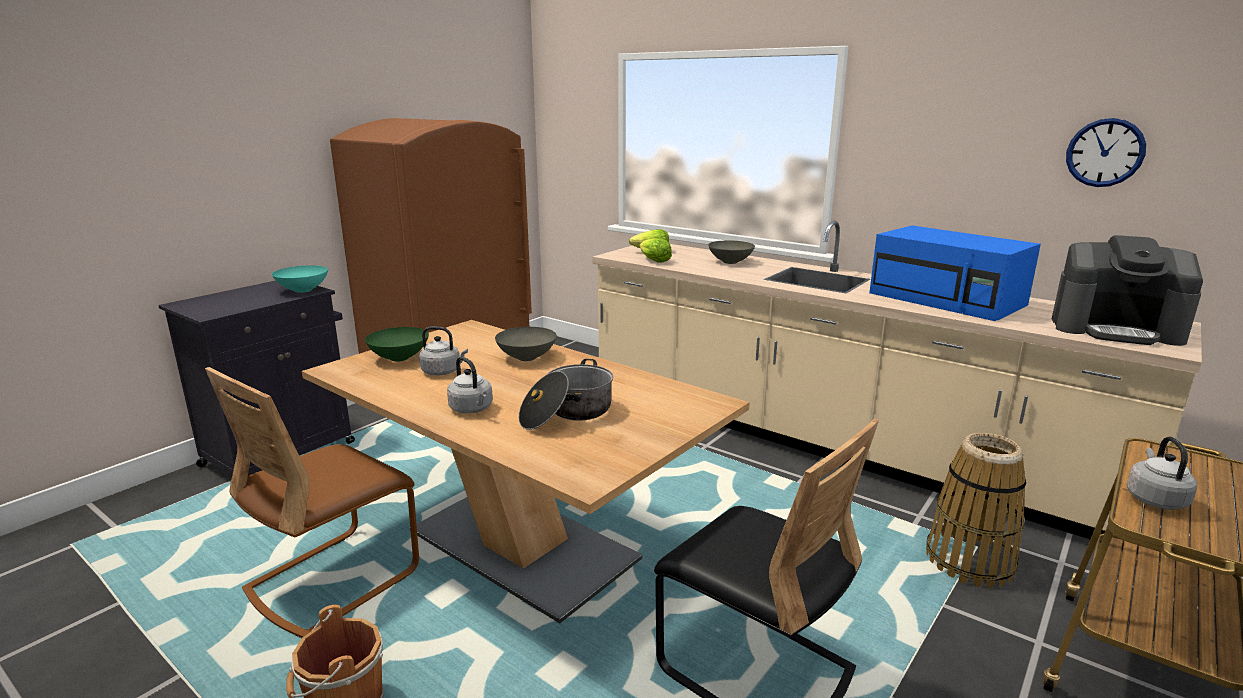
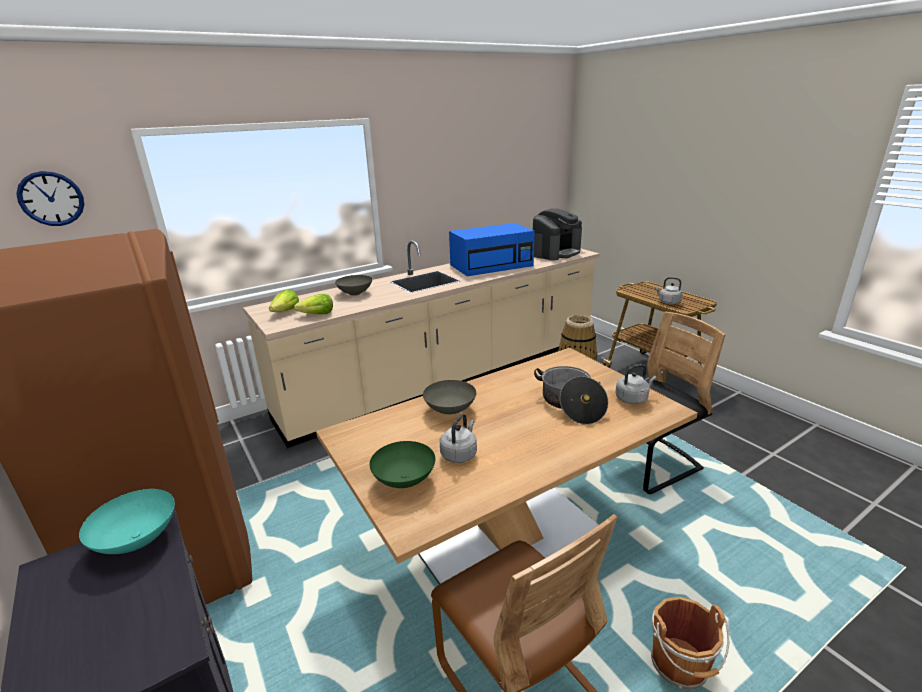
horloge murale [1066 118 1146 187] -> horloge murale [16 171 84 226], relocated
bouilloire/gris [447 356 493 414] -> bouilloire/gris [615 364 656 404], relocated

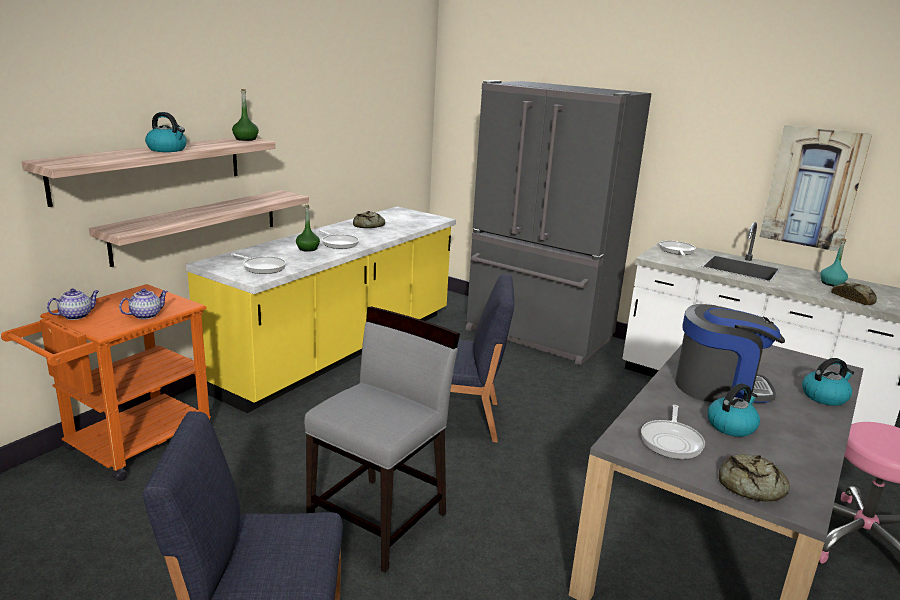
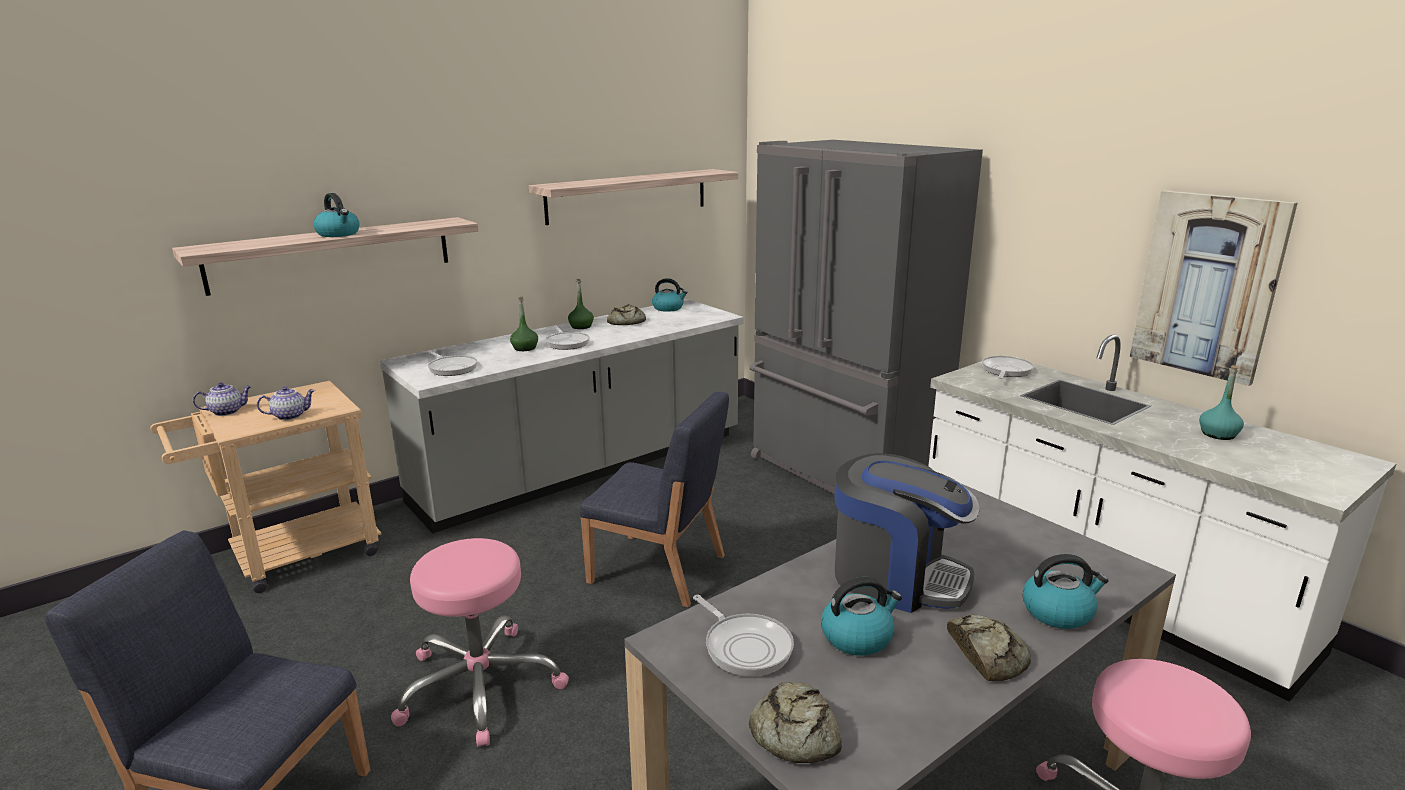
chariot/orange [1 284 211 481] -> chariot/beige [151 381 381 593]
comptoir de cuisine/jaune [186 207 456 413] -> comptoir de cuisine/gris [379 299 743 533]
chaise/gris [304 306 460 573] -> tabouret/rose [391 538 569 747]
étagère [89 190 309 267] -> étagère [529 169 738 225], relocated
bouteille/vert [232 89 259 141] -> bouteille/vert [568 279 594 329], relocated
none -> bouilloire [652 278 688 312]
poêle [641 405 705 459] -> poêle [693 595 794 676], 75 degrees counterclockwise
pain [831 282 877 305] -> pain [947 614 1031 681], relocated

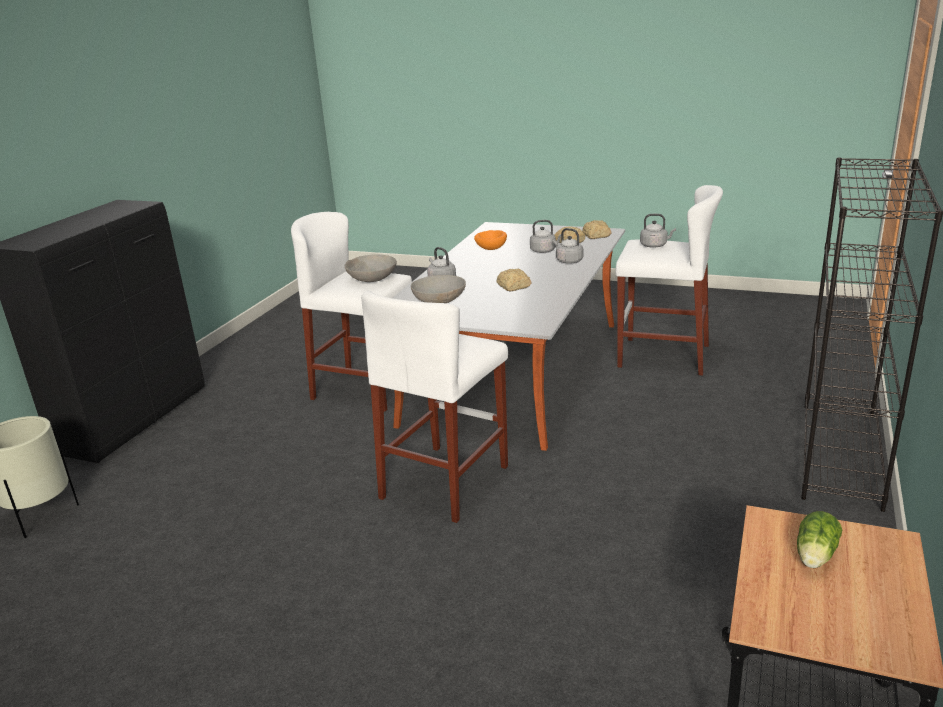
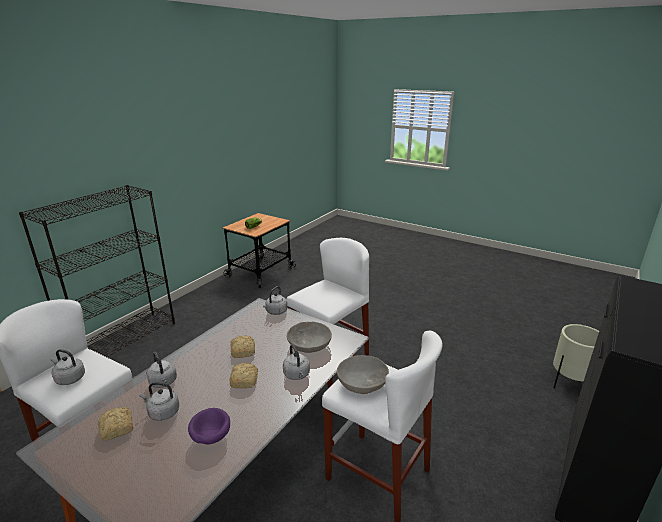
bol/orange [474 230 507 250] -> bol/violet [188 408 230 444]
pain [582 220 611 239] -> pain [229 363 258 388], relocated
none -> bouilloire/gris [263 286 287 315]

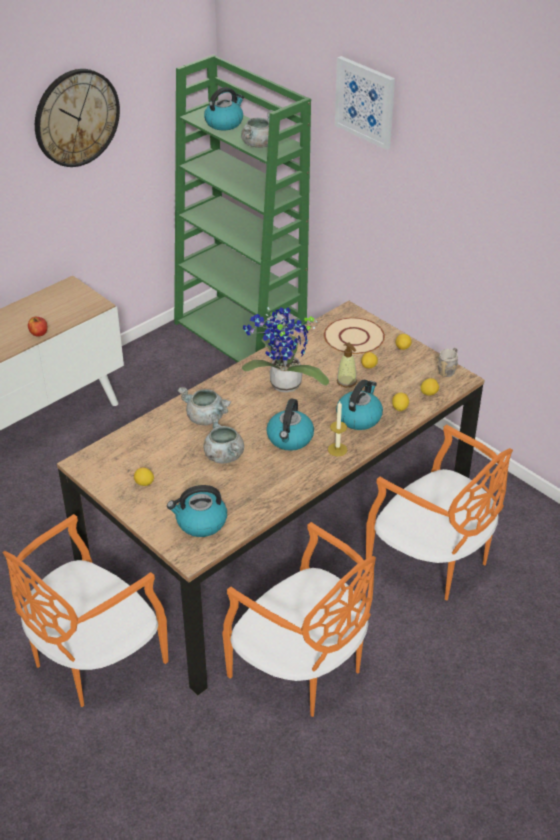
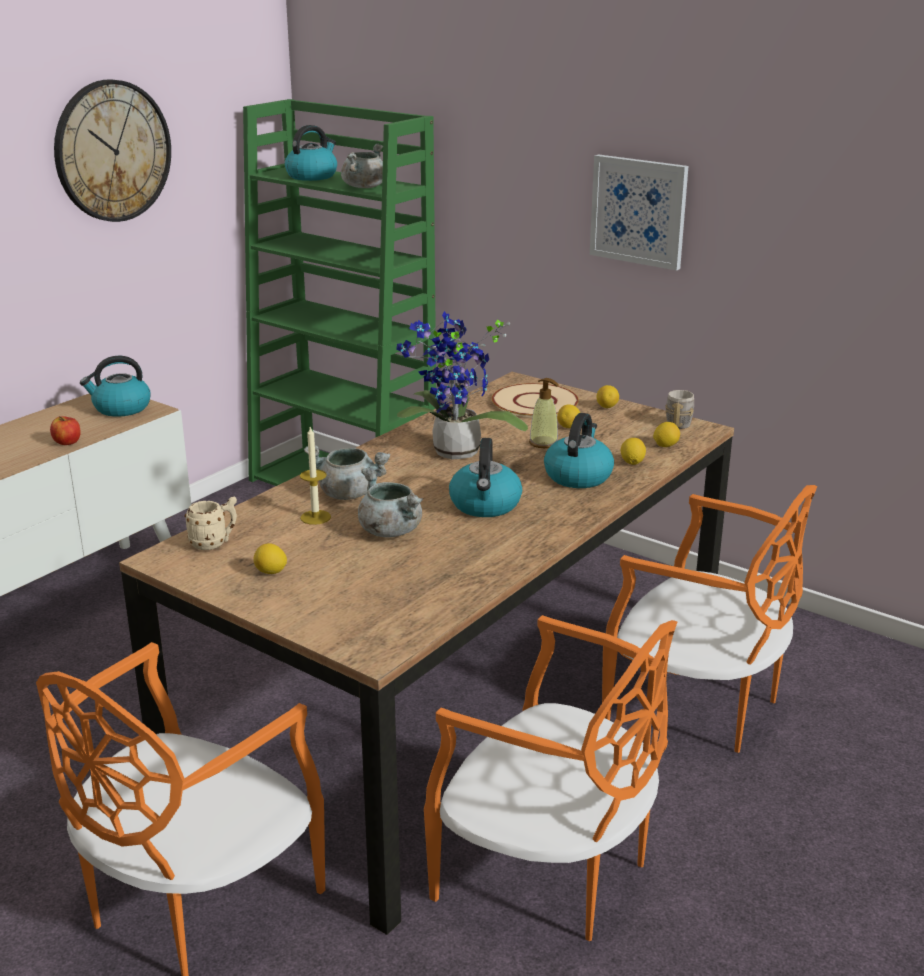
bouilloire [167 485 227 537] -> bouilloire [80 356 151 417], relocated
none -> mug/beige [185 497 237 550]
bougie [328 401 347 456] -> bougie [300 426 331 525], relocated
tableau [335 56 395 150] -> tableau [590 154 688 271], relocated

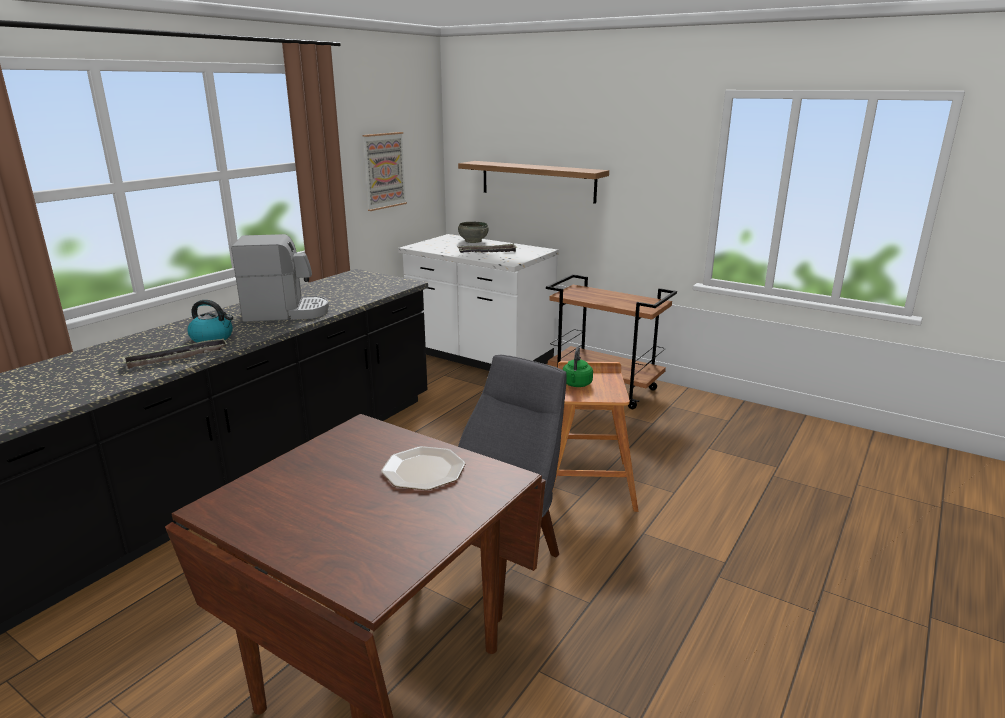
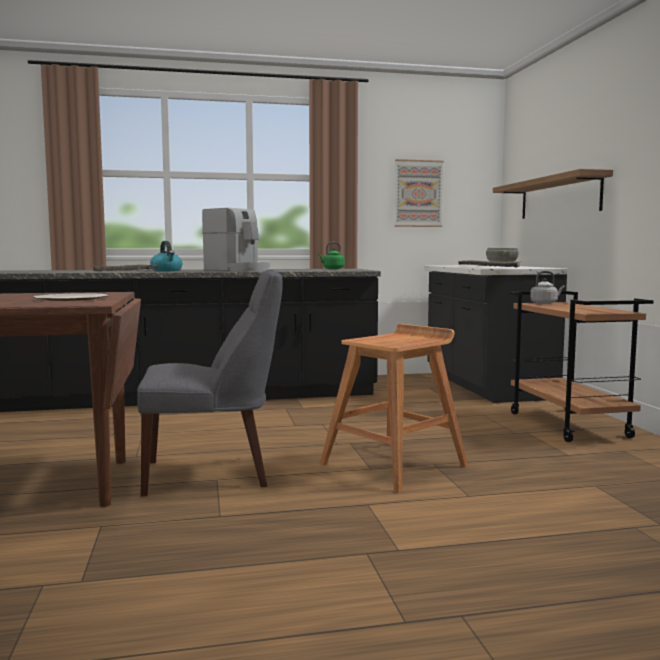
bouilloire/vert [563 347 593 387] -> bouilloire/vert [318 242 345 269], relocated
comptoir de cuisine/blanc [398 234 559 371] -> comptoir de cuisine/noir [424 265 568 403]
none -> bouilloire/gris [530 271 565 304]

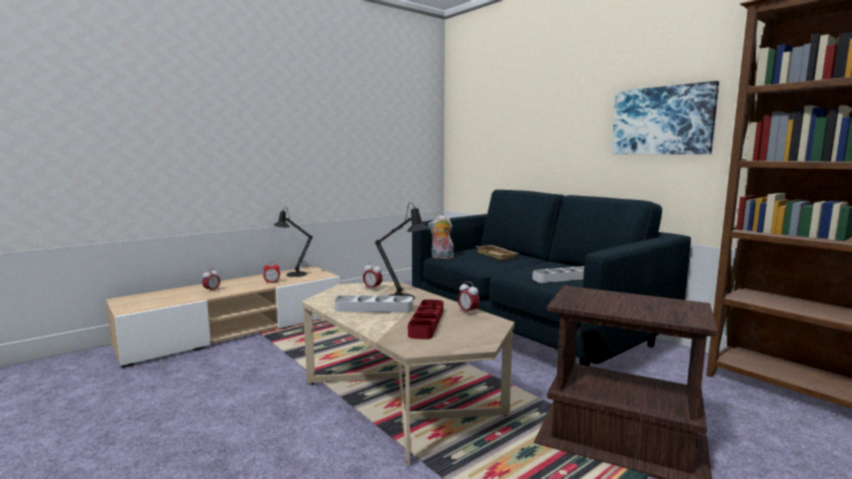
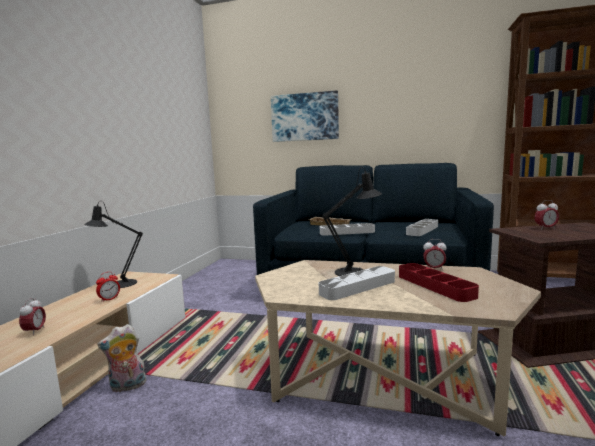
peluche [428 215 454 259] -> peluche [97 324 147 392], relocated
tableau [611 81 719 154] -> tableau [271 90 339 142], relocated
none -> plateau/gris [320 223 375 236]
réveil [363 262 383 291] -> réveil [534 200 559 230], relocated

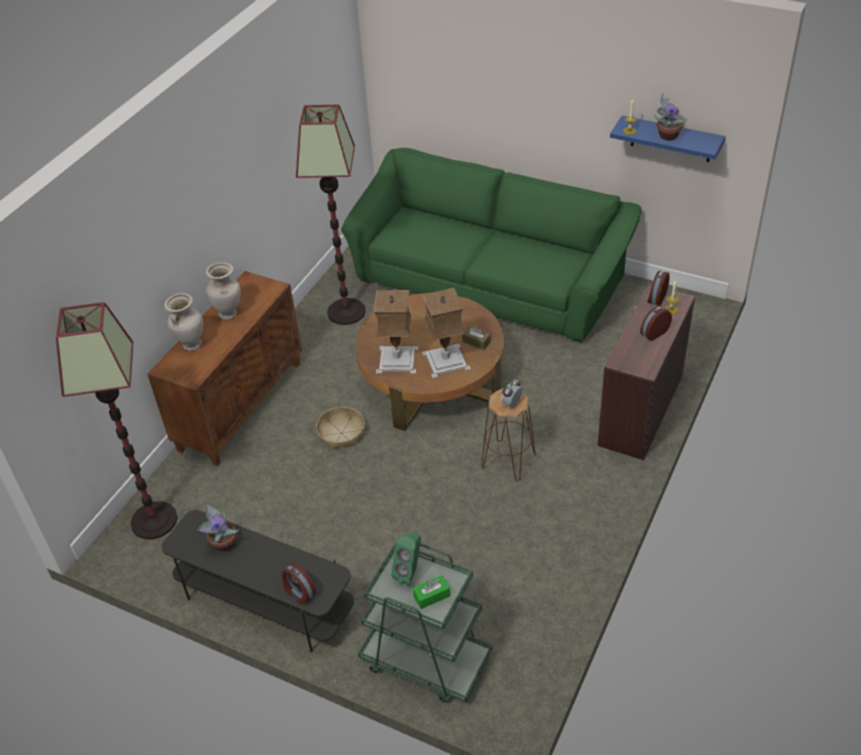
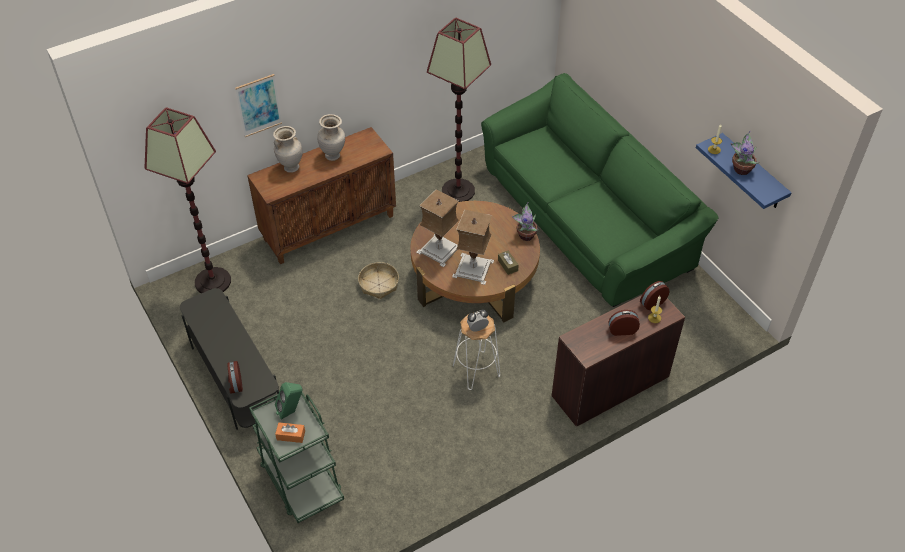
none -> tableau [235 74 282 137]
boîte à mouchoirs/vert [413 575 450 609] -> boîte à mouchoirs/orange [275 422 305 443]
tabouret/marron [481 388 536 482] -> tabouret/blanc [453 312 500 390]
plante en pot [197 501 239 551] -> plante en pot [512 202 539 241], relocated

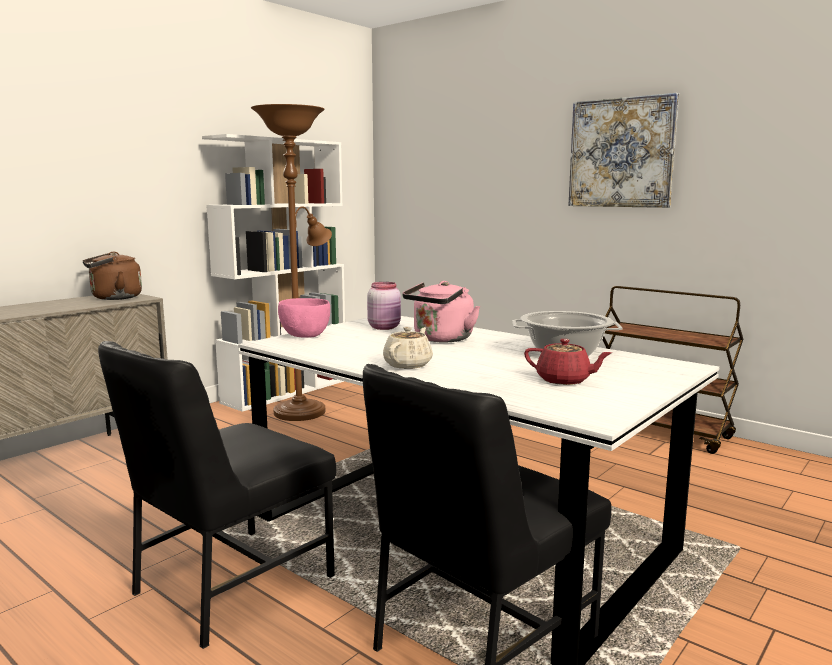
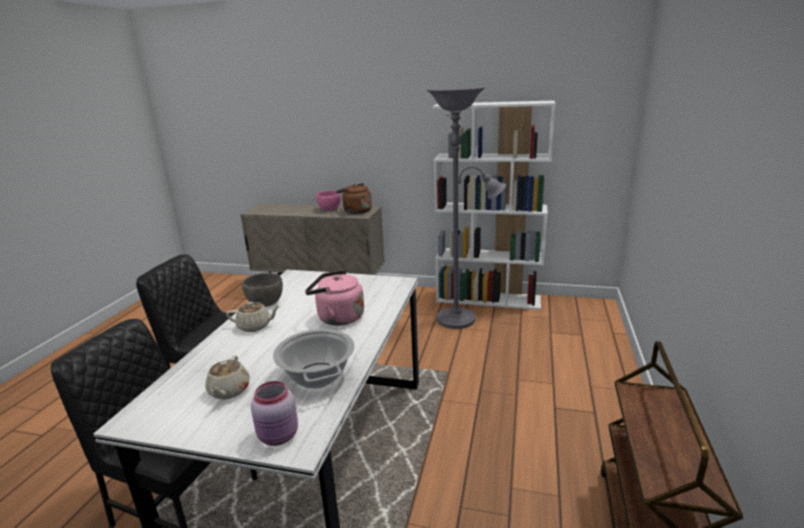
théière/rouge [524 339 612 385] -> théière/beige [205 355 250 399]
none -> bol/gris [242 273 283 307]
bocal/rose [367 282 401 330] -> bocal/rose [251 381 298 446], relocated
bol/rose [278 298 330 338] -> bol/rose [316 190 341 211], relocated
lampadaire/marron [251 104 332 421] -> lampadaire/gris [426 87 506 329]
tableau [568 93 679 208] -> none

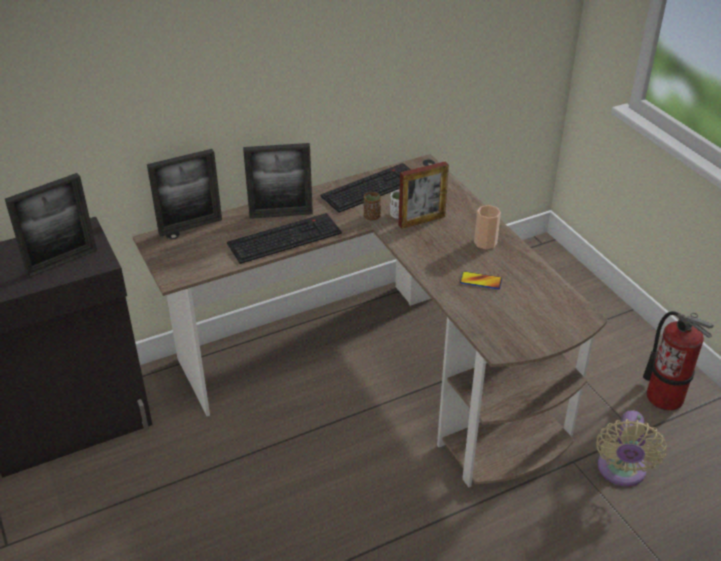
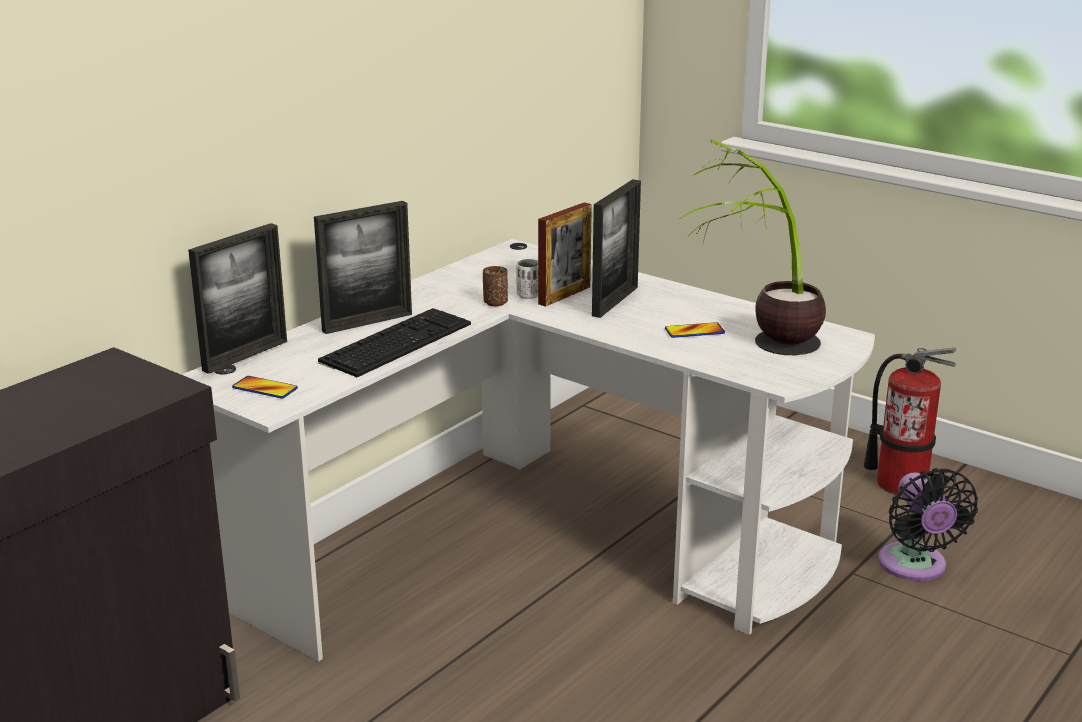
bureau/marron [132 154 608 487] -> bureau/blanc [181 239 875 662]
none -> téléphone [232 376 298 399]
cadre photo [5 173 97 278] -> cadre photo [592 179 641 318], relocated
none -> plante en pot [679 140 826 355]
ventilateur/beige [596 410 667 486] -> ventilateur/noir [878 468 978 581]
clavier [320 163 412 213] -> none
tasse [474 205 501 249] -> none

